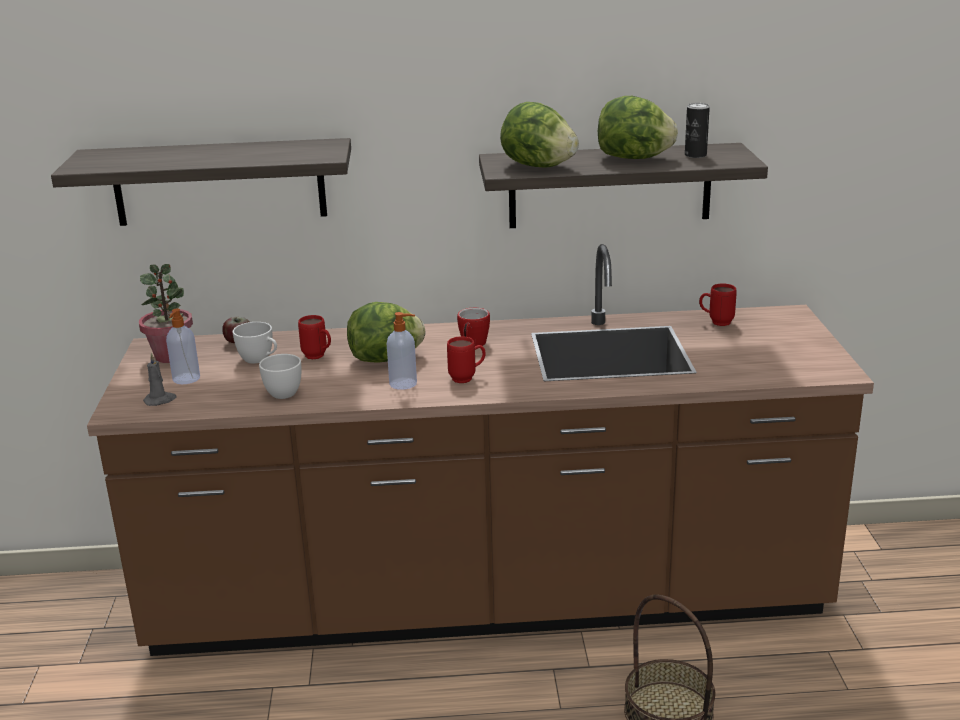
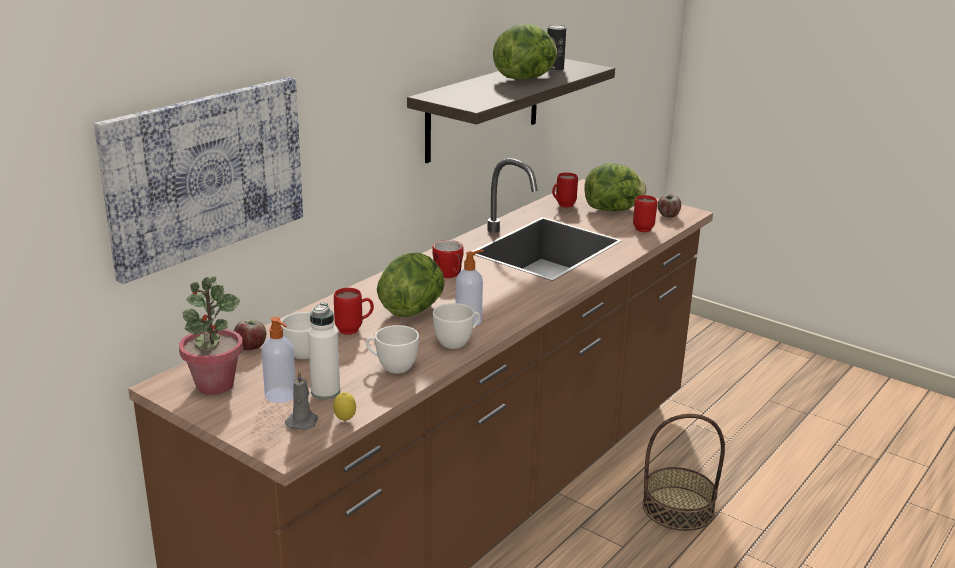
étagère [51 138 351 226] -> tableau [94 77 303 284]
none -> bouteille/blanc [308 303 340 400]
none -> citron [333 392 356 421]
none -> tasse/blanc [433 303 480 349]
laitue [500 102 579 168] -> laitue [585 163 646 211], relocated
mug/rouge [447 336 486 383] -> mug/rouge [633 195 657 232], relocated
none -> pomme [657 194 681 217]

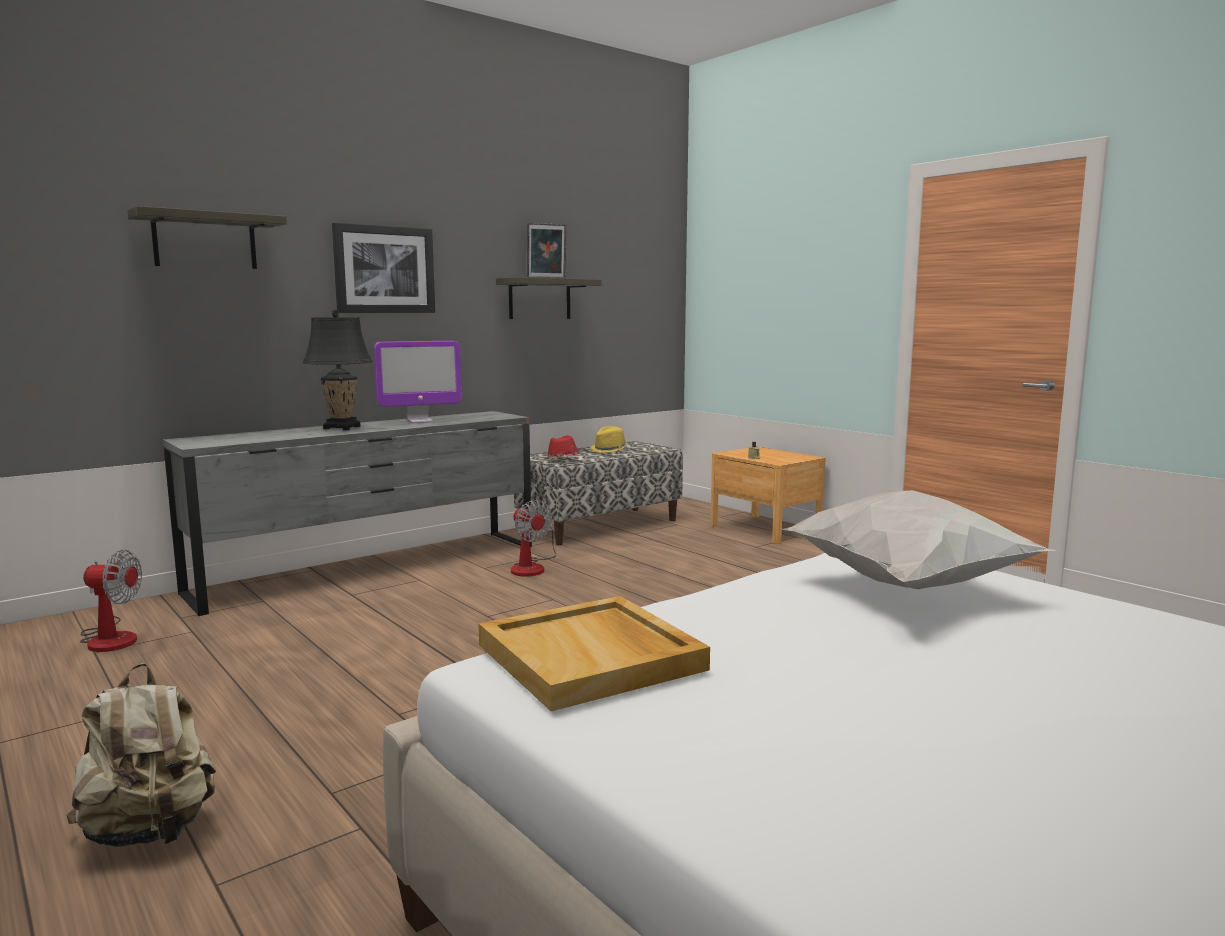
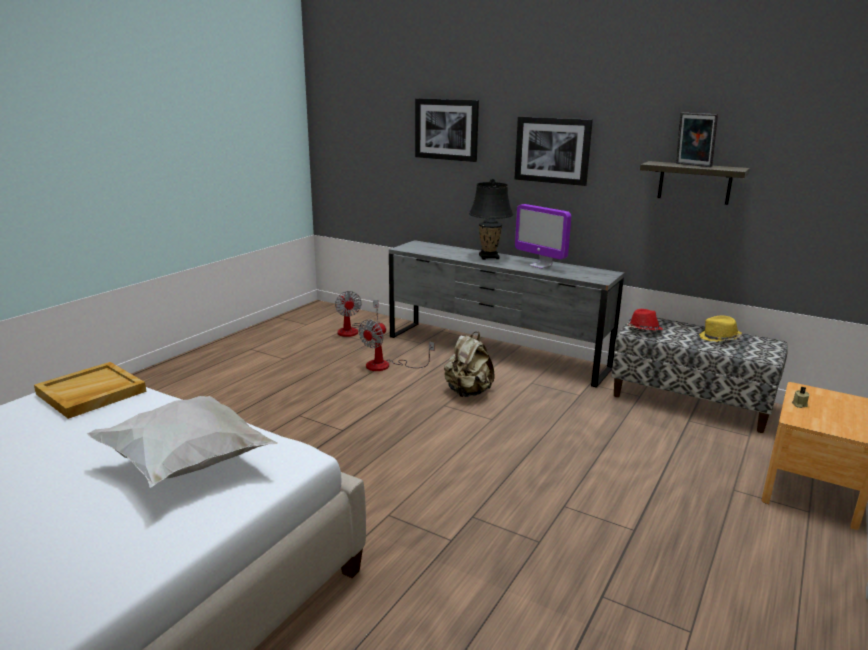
ventilateur [511 500 557 577] -> ventilateur [359 319 434 371], relocated
étagère [127 206 287 269] -> tableau [415 98 479 162]
sac à dos/beige [66 663 216 847] -> sac à dos/beige [444 332 495 397], relocated

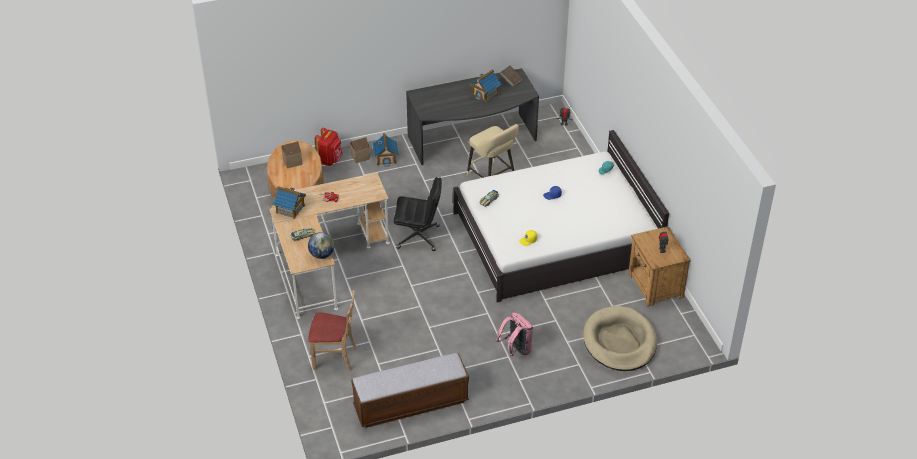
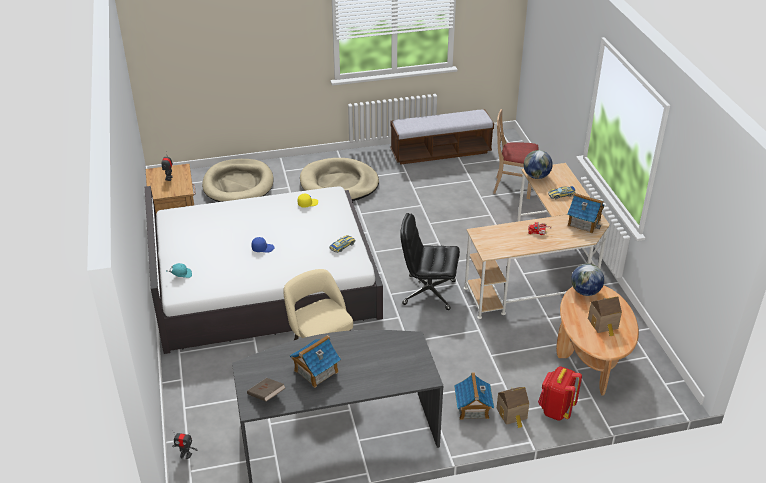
sac à dos/rose [496 312 533 357] -> panier pour chien/beige [300 158 379 201]
none -> globe [571 263 604 296]

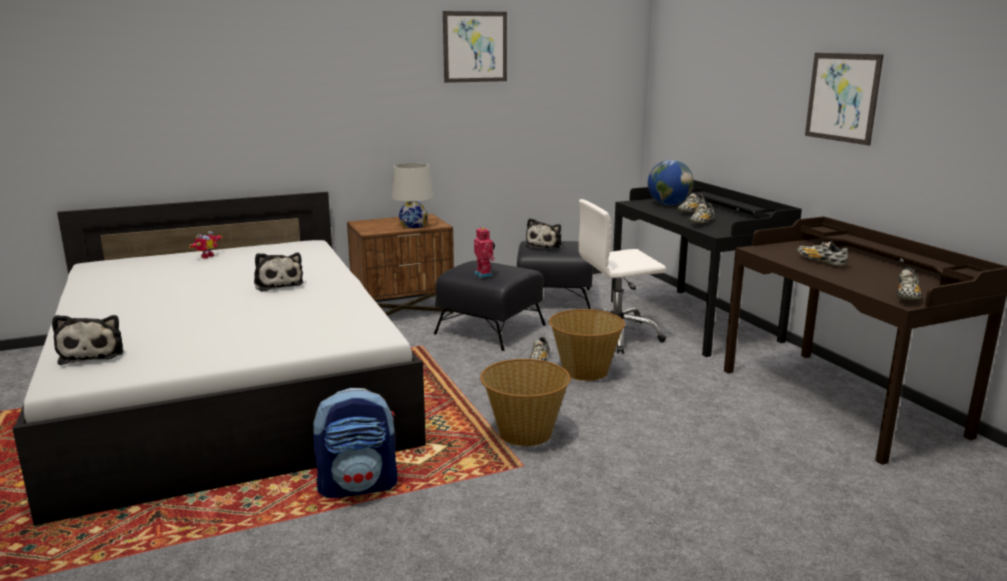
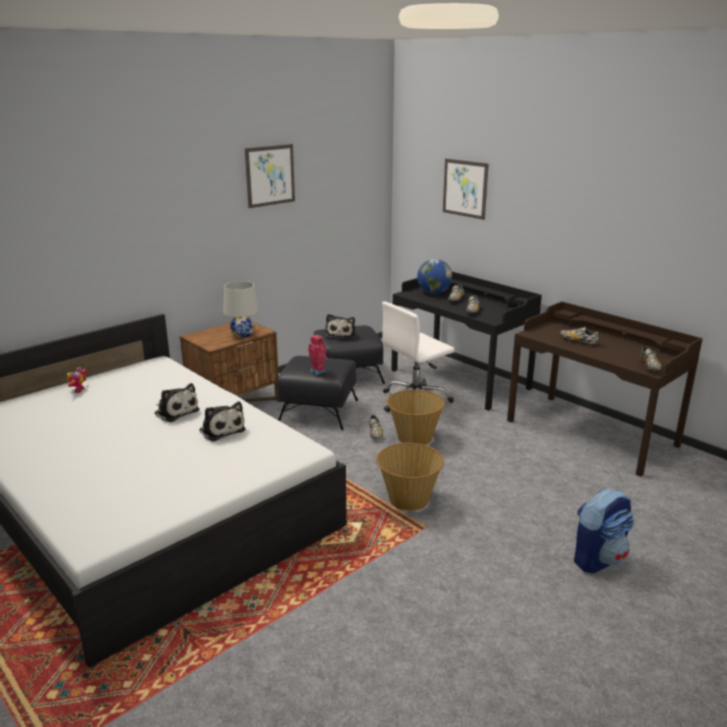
peluche [52 315 124 365] -> peluche [199 401 245 442], relocated
tableau [805 53 884 146] -> tableau [443 159 489 220], relocated
sac à dos [313 388 397 498] -> sac à dos [574 488 634 573], relocated

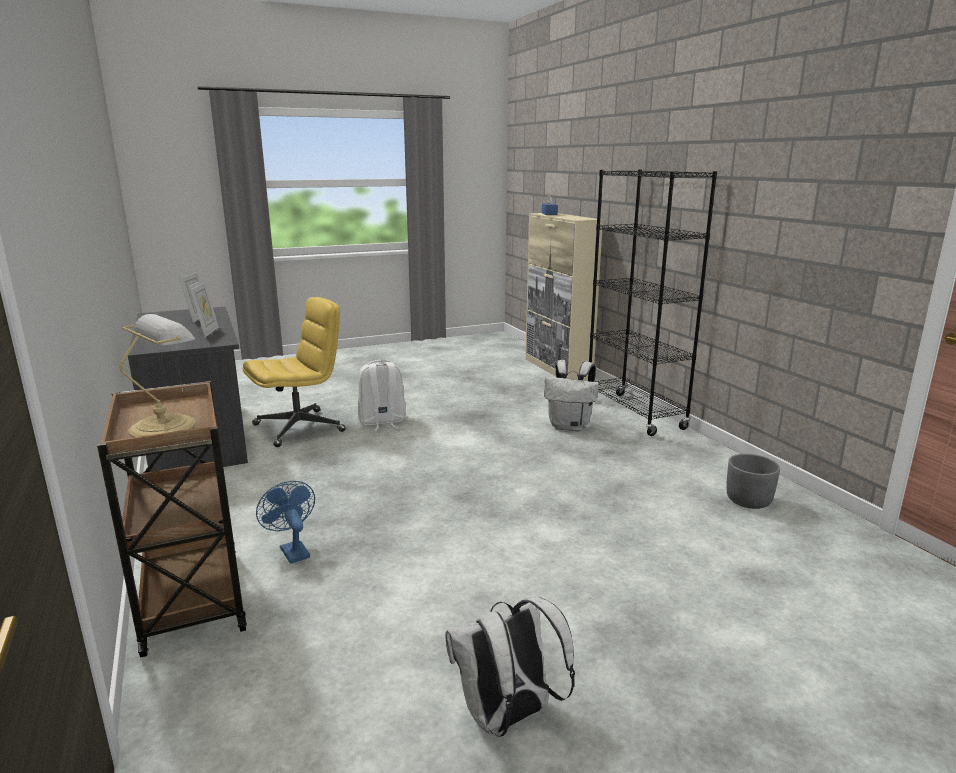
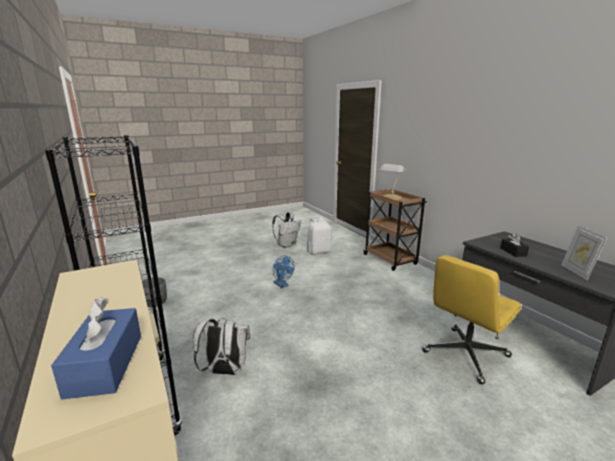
ventilateur/bleu [256 481 315 564] -> ventilateur/bleu [273 255 295 288], relocated
sac à dos/blanc [358 360 406 431] -> sac à dos/blanc [307 218 332 255], relocated
cadre photo [189 279 219 337] -> boîte à mouchoirs/noir [500 233 529 257]

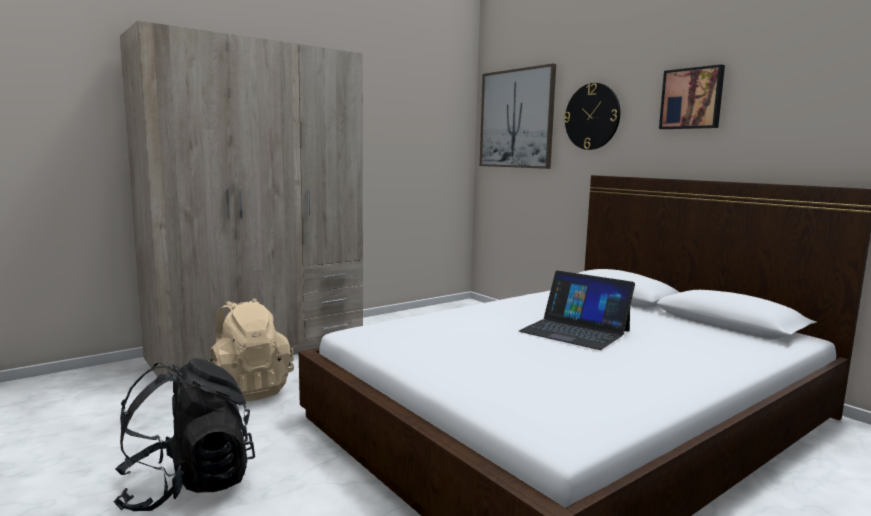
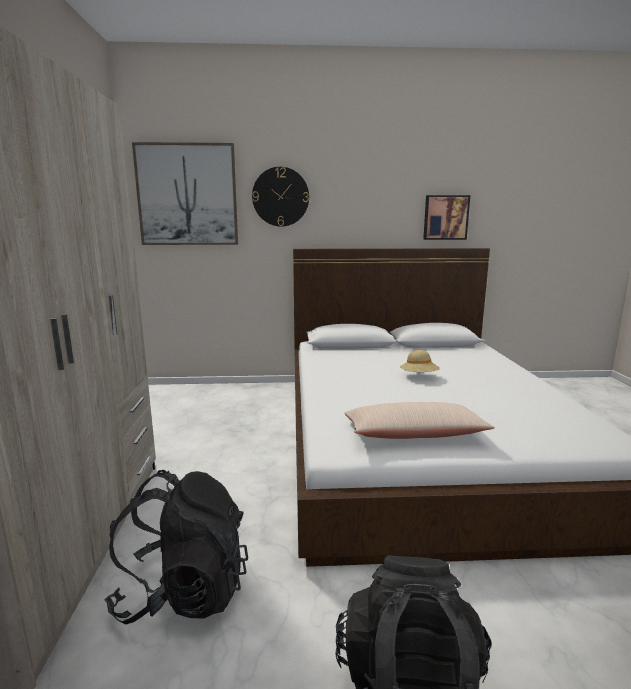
sac à dos/beige [207 299 294 402] -> sac à dos/noir [105 470 248 624]
none -> coussin/beige [344 402 495 439]
ordinateur portable [519 271 635 350] -> chapeau/beige [400 350 440 372]
tableau [659 64 725 129] -> tableau [423 195 470 240], relocated

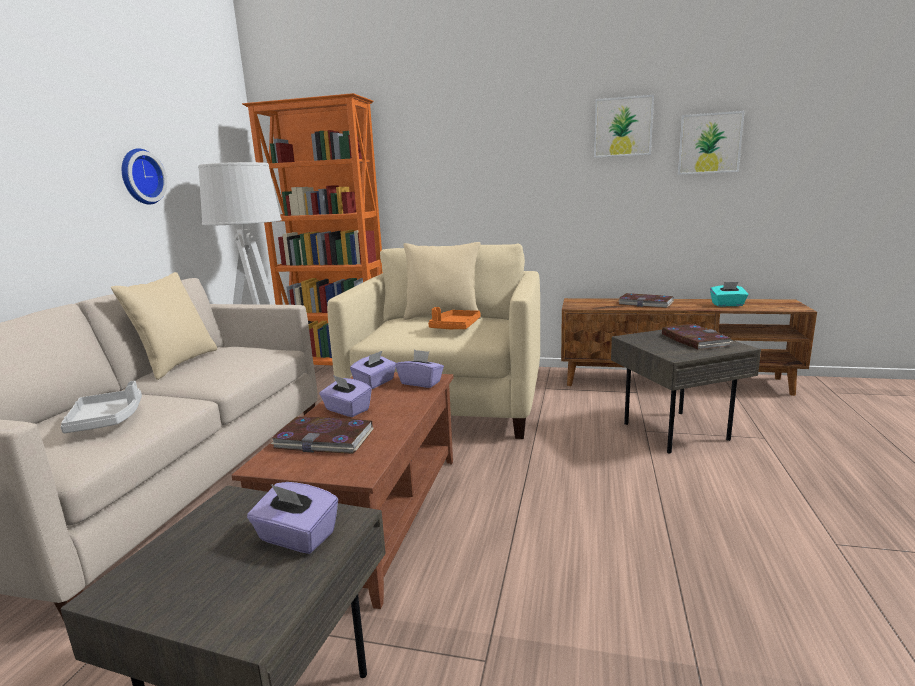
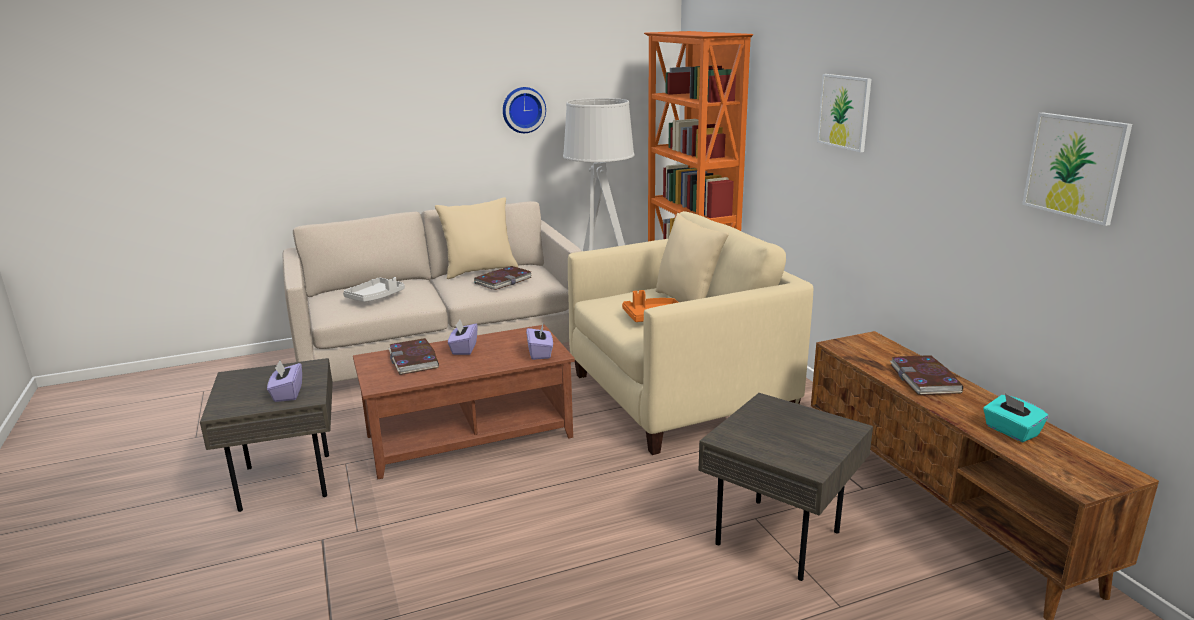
livre [662 324 732 350] -> livre [474 266 532 290], relocated
tableau [594 95 654 158] -> tableau [817 74 871 152], relocated
boîte à mouchoirs/violet [350 351 396 389] -> none

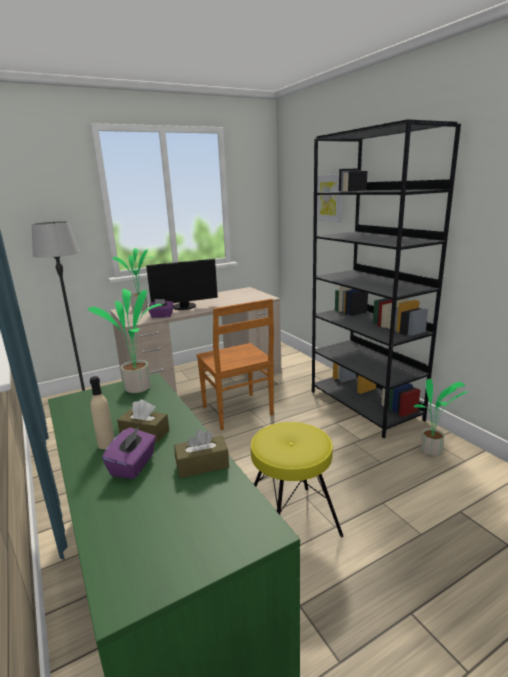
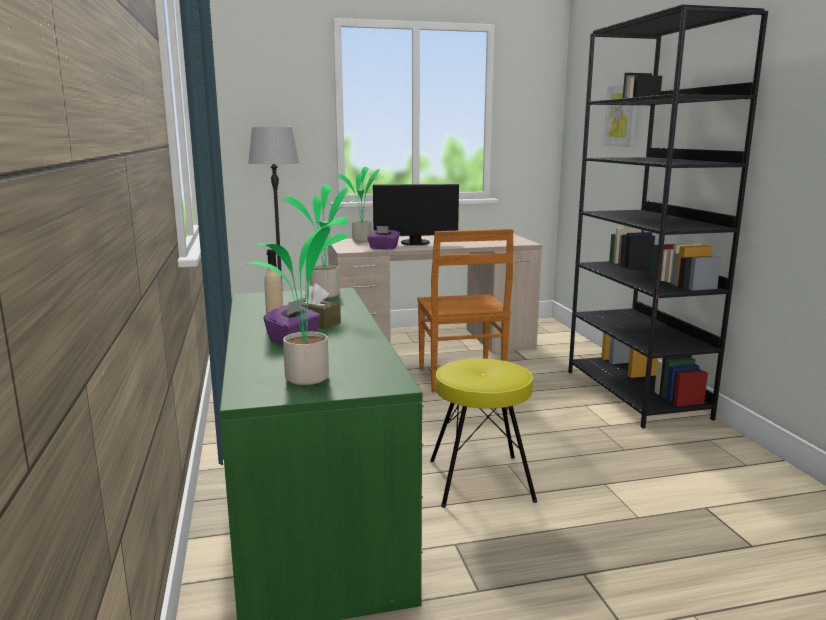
plante en pot [414 379 467 456] -> plante en pot [247 217 348 385], relocated
boîte à mouchoirs/marron [174 429 229 478] -> none

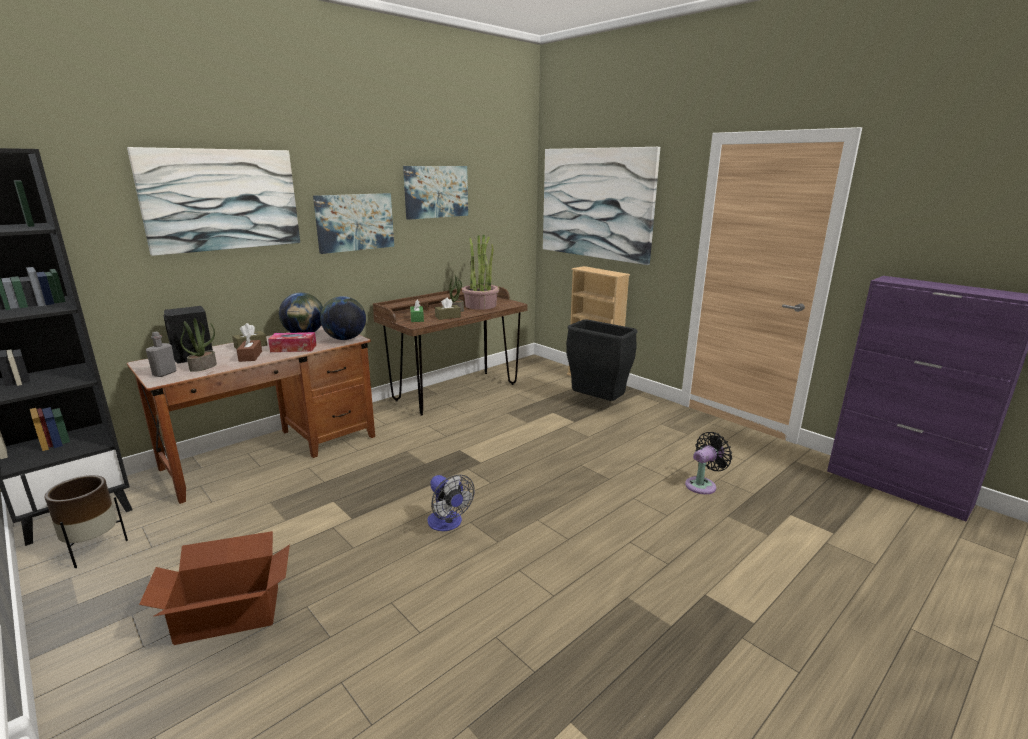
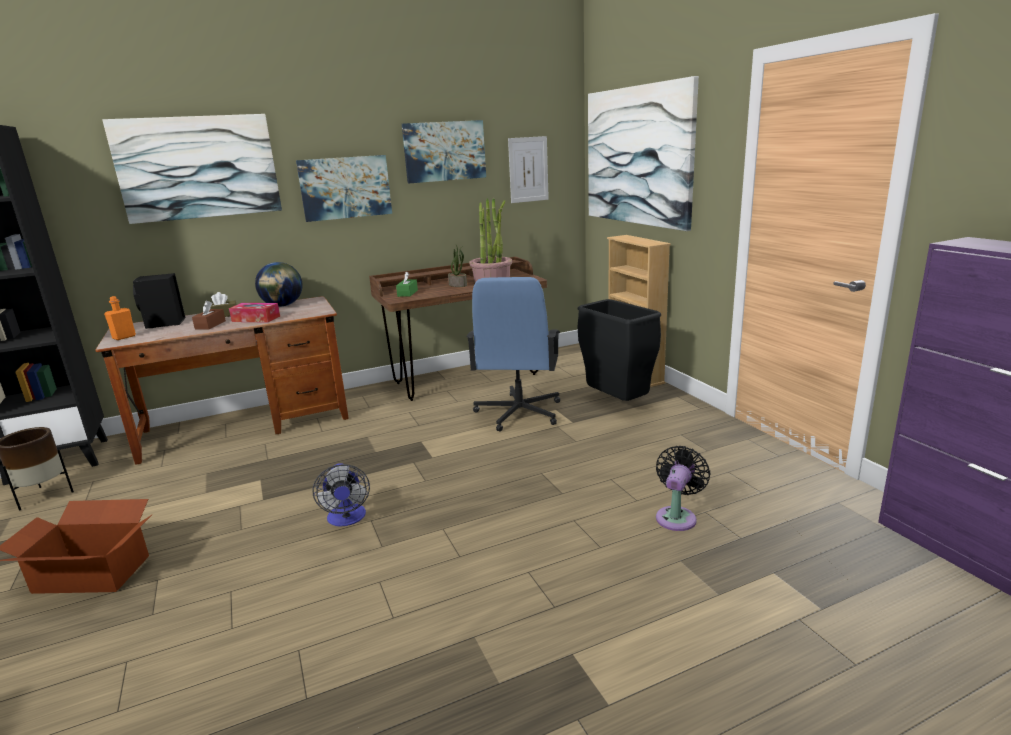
bouteille/gris [146 332 177 377] -> bouteille/orange [104 296 136 340]
none -> chaise de bureau/bleu [466 277 560 432]
none -> tableau [508 136 549 203]
ventilateur/noir [685 432 732 494] -> ventilateur/noir [656 446 711 531], 45 degrees counterclockwise
plante en pot [180 318 217 372] -> none
globe [320 296 366 340] -> none
boîte à mouchoirs/marron [435 298 461 320] -> none

